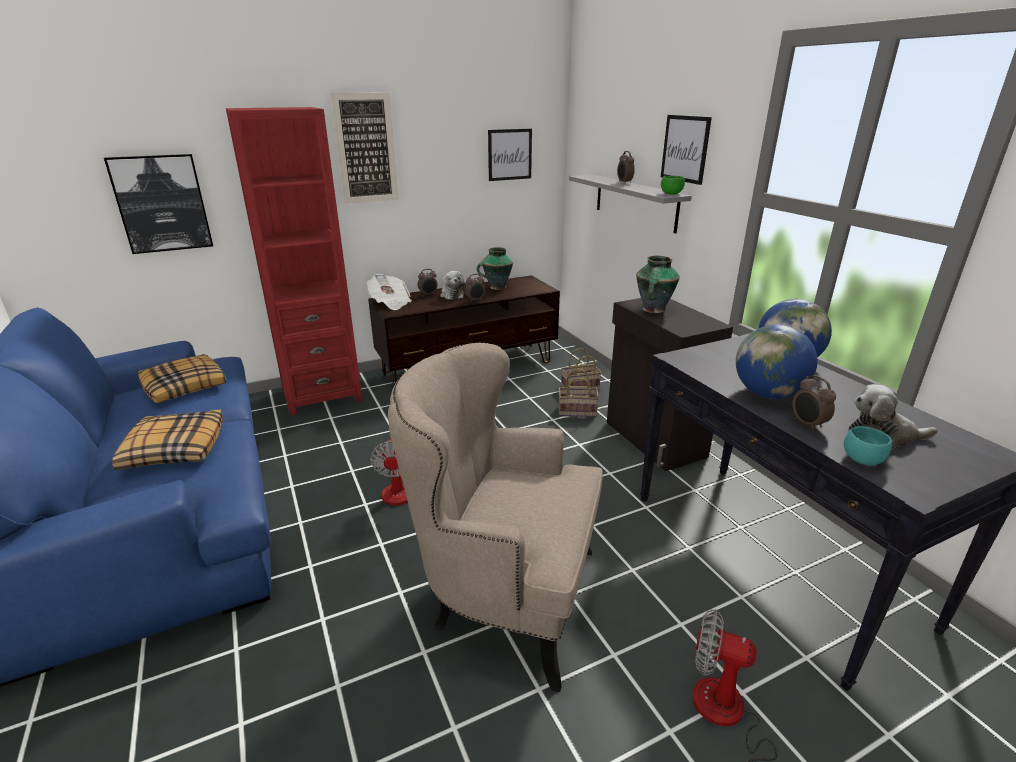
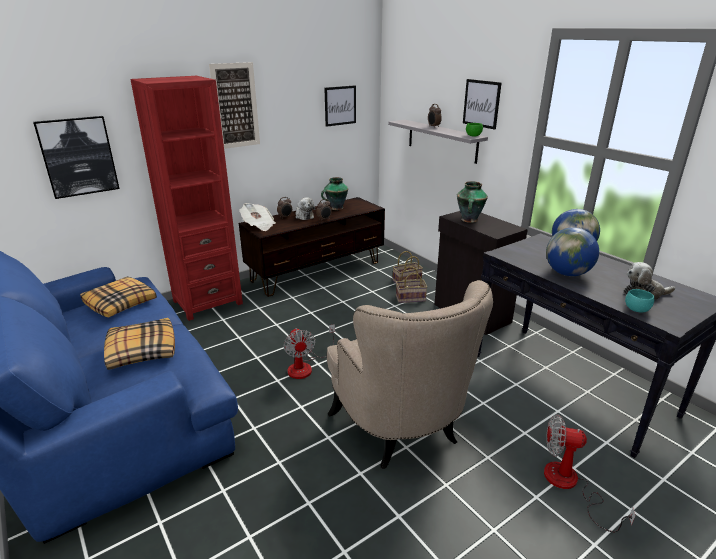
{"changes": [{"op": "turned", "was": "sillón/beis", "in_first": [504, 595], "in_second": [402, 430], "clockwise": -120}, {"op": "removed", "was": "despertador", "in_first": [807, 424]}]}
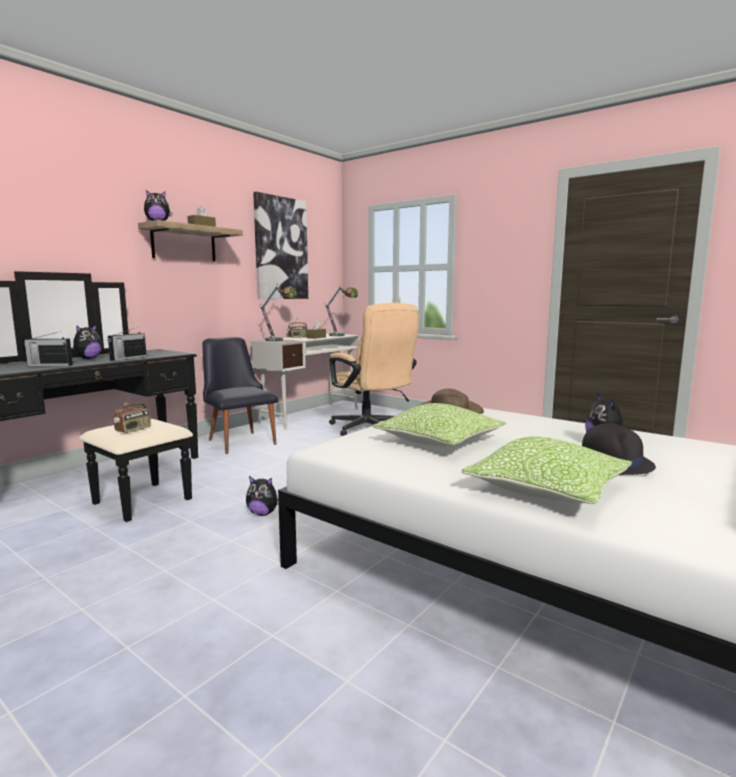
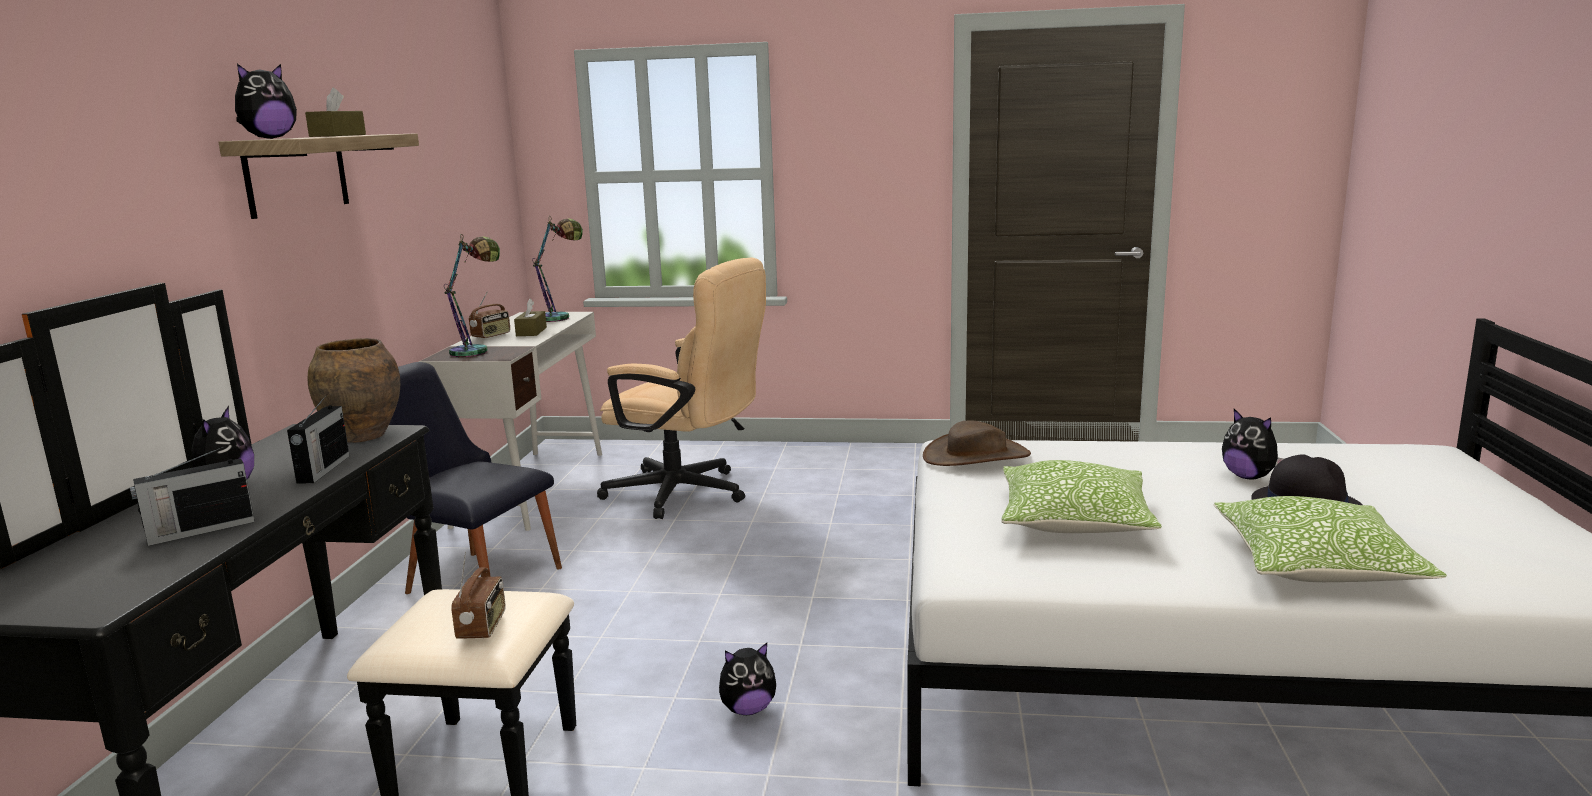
{"changes": [{"op": "added", "now": "florero/marrón", "in_second": [362, 436]}, {"op": "removed", "was": "cuadro", "in_first": [281, 248]}]}
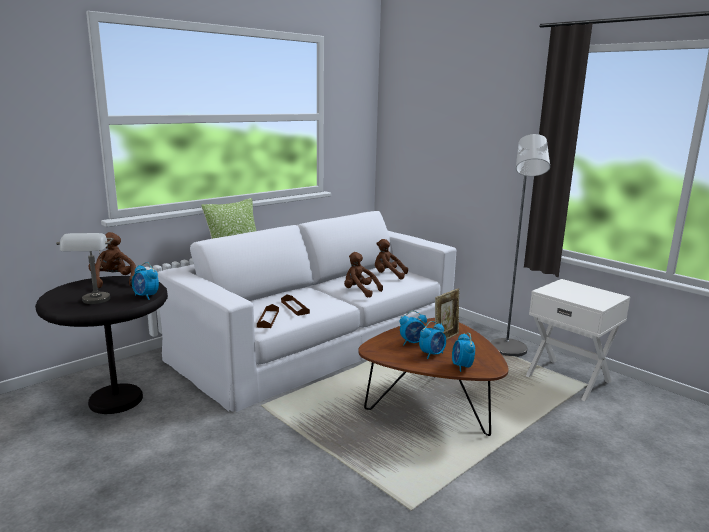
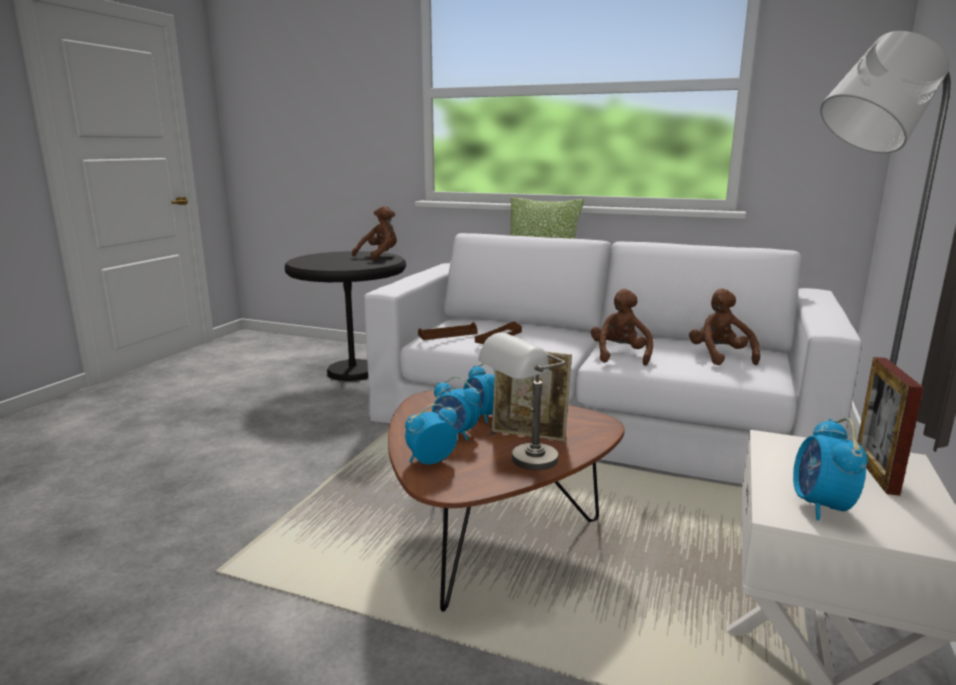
{"changes": [{"op": "moved", "was": "lámpara de mesa/gris", "in_first": [94, 302], "in_second": [522, 464]}, {"op": "moved", "was": "despertador", "in_first": [146, 296], "in_second": [821, 506]}, {"op": "added", "now": "portarretratos", "in_second": [876, 473]}]}
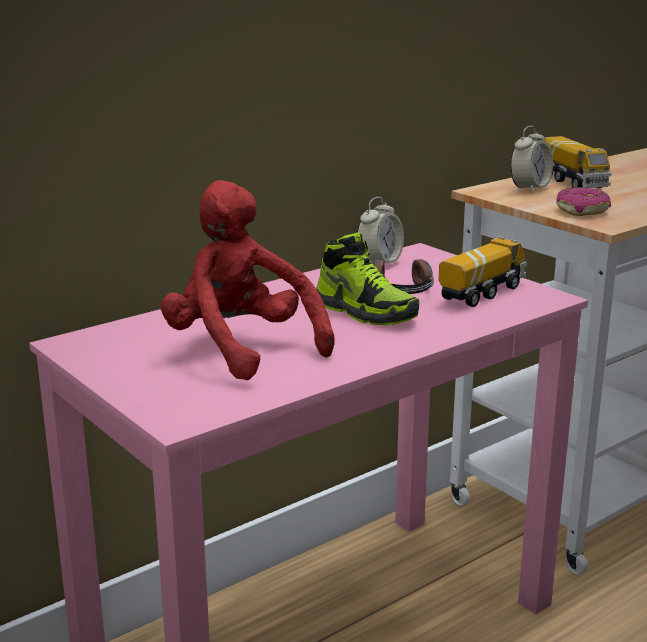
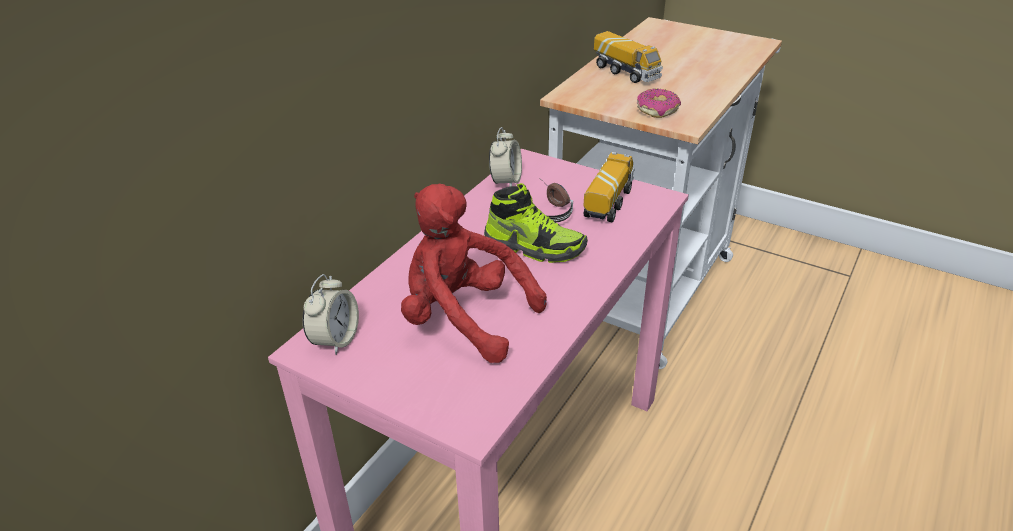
{"changes": [{"op": "moved", "was": "despertador", "in_first": [529, 188], "in_second": [335, 340]}]}
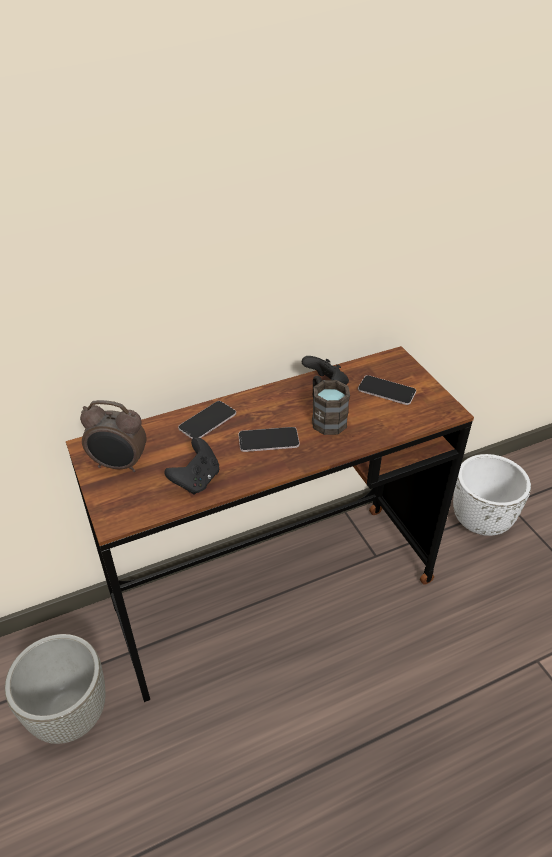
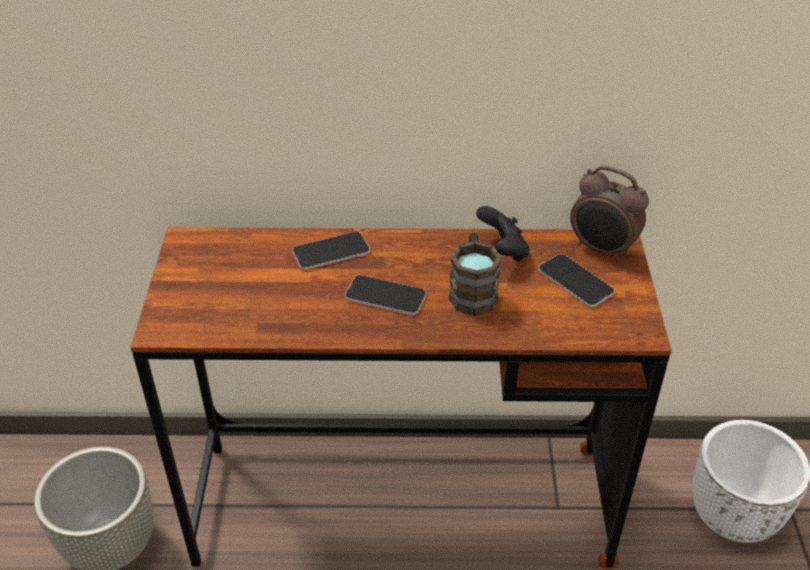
{"changes": [{"op": "moved", "was": "despertador", "in_first": [119, 465], "in_second": [601, 250]}, {"op": "removed", "was": "mando de consola/negro", "in_first": [196, 480]}]}
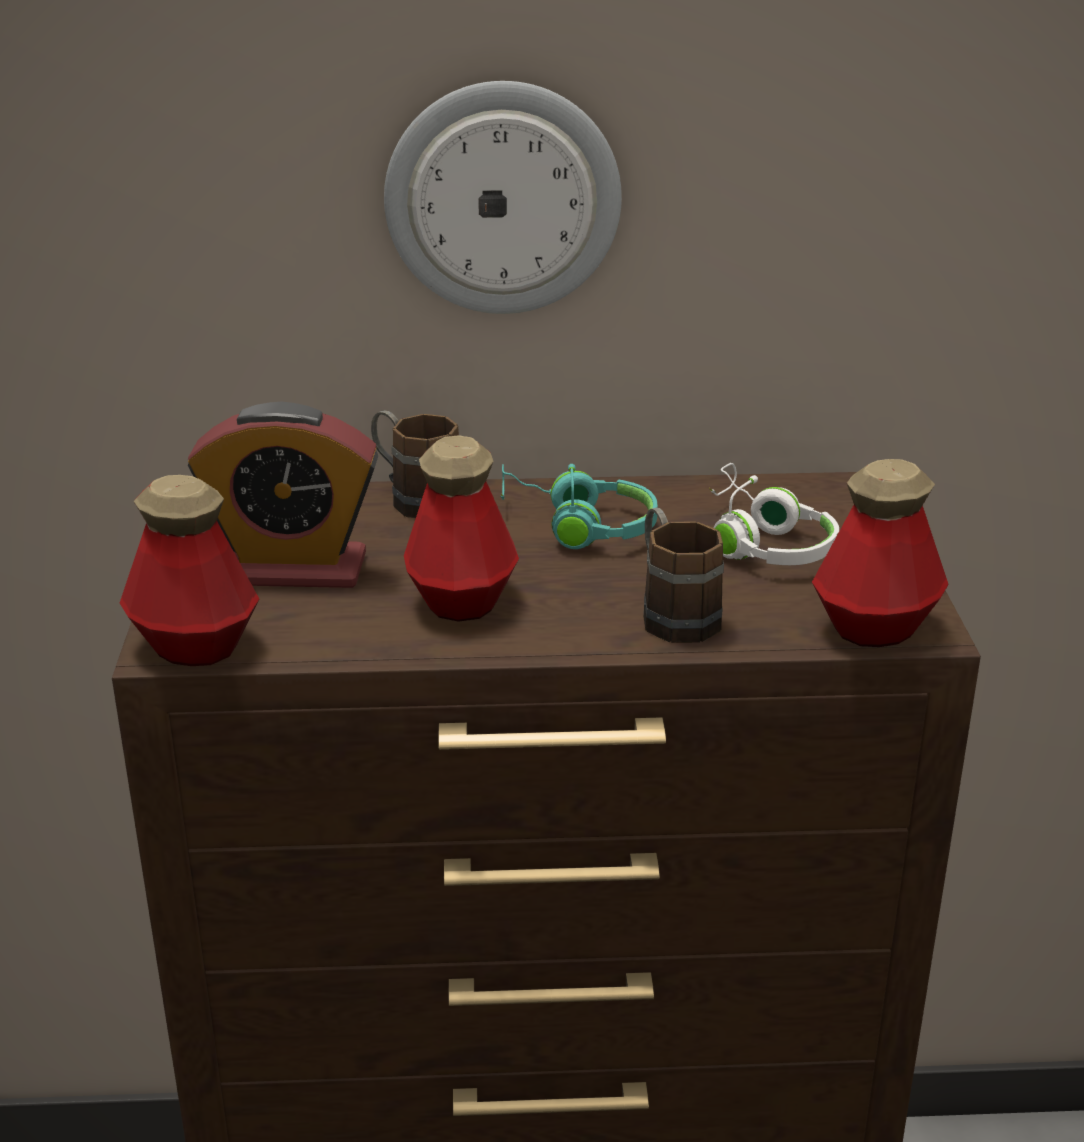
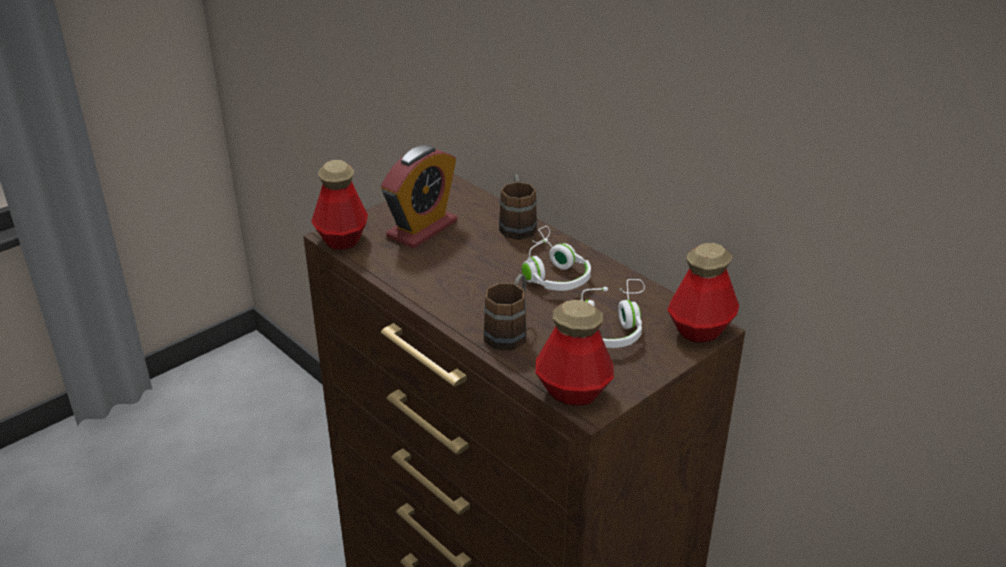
{"changes": [{"op": "turned", "was": "despertador", "in_first": [293, 569], "in_second": [422, 229], "clockwise": -105}, {"op": "recoloured", "was": "auriculares/turquesa", "now": "auriculares/blanco", "in_first": [578, 526], "in_second": [552, 273]}, {"op": "moved", "was": "botella", "in_first": [462, 601], "in_second": [700, 330]}, {"op": "removed", "was": "reloj de pared", "in_first": [502, 199]}]}
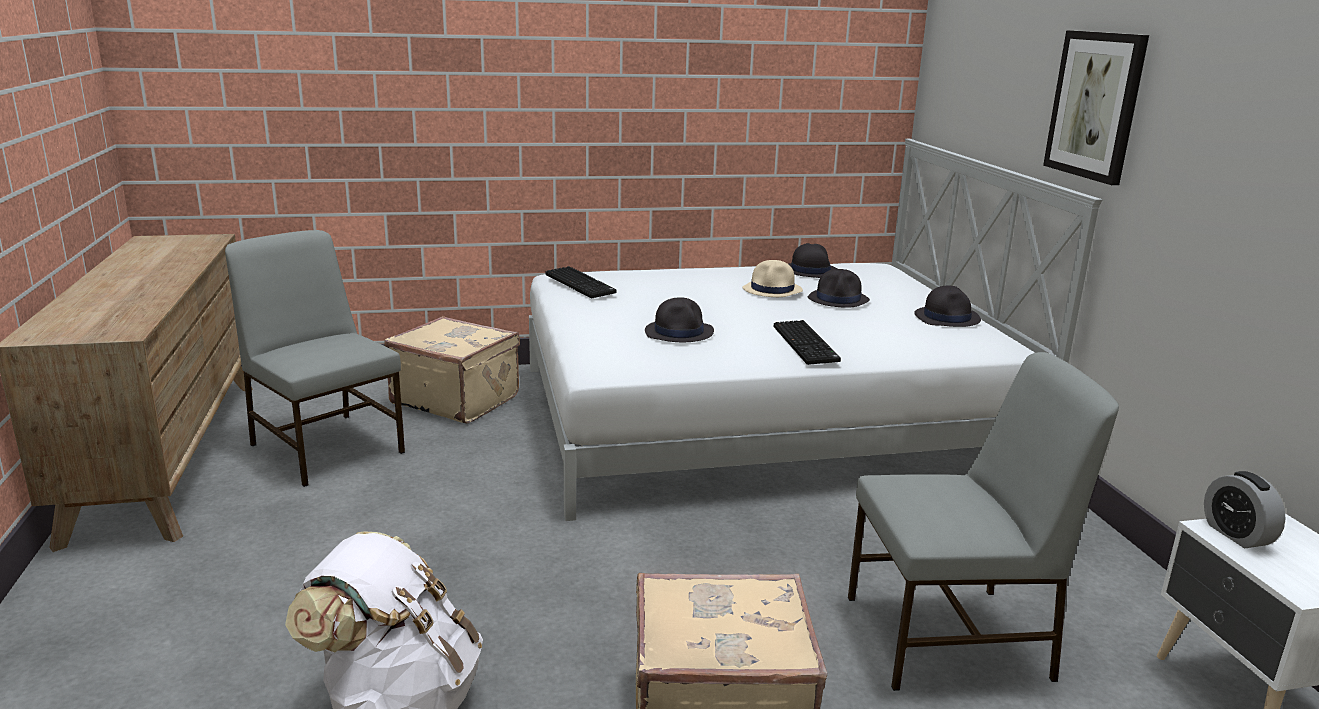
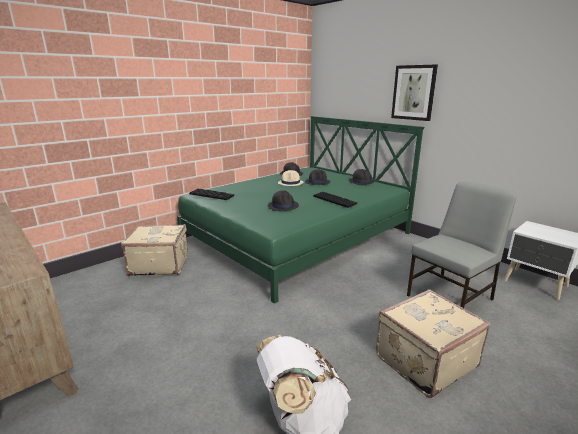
{"changes": [{"op": "recoloured", "was": "cama/blanco", "now": "cama/verde", "in_first": [758, 417], "in_second": [297, 237]}, {"op": "removed", "was": "silla/gris", "in_first": [327, 447]}, {"op": "removed", "was": "despertador", "in_first": [1236, 535]}]}
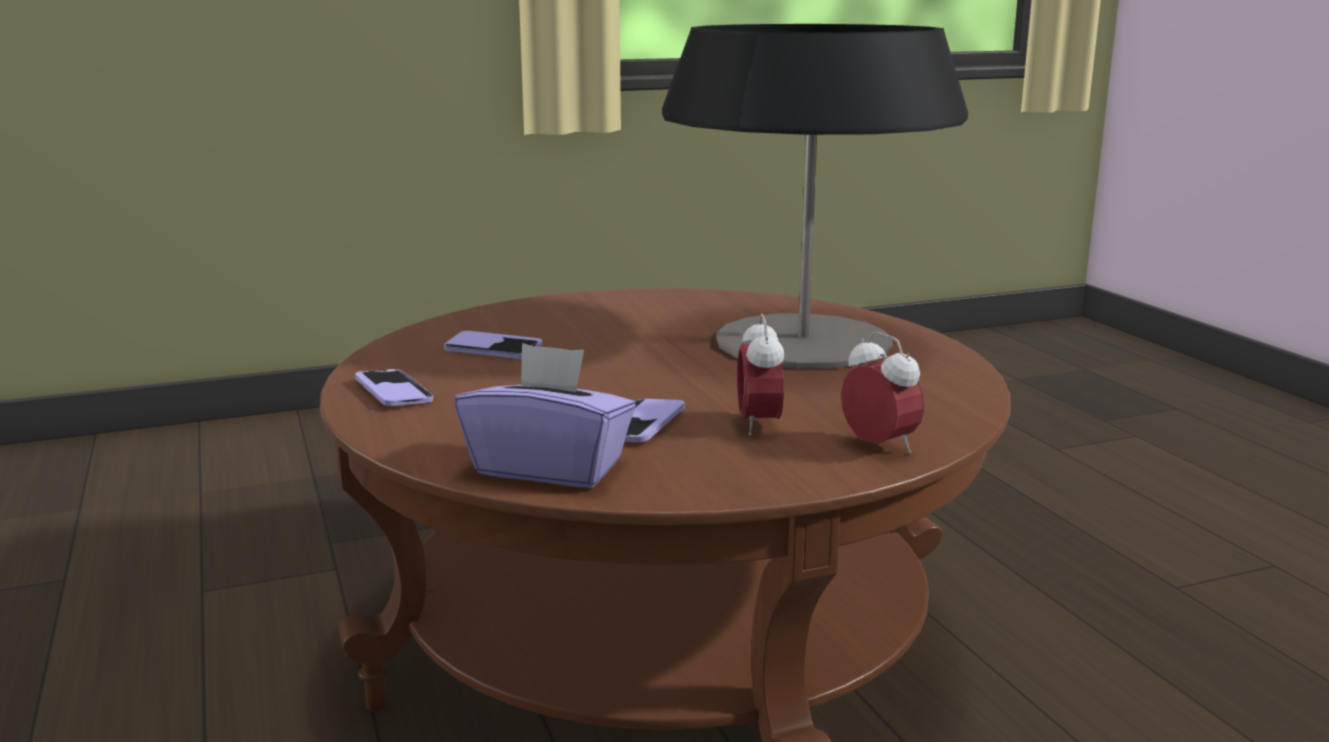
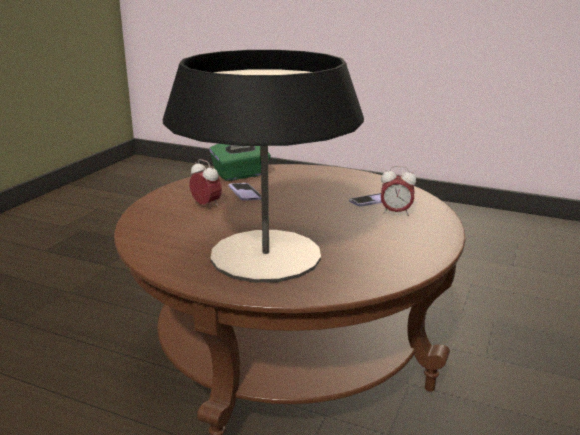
{"changes": [{"op": "recoloured", "was": "caja de pañuelos/morado", "now": "caja de pañuelos/verde", "in_first": [549, 468], "in_second": [241, 175]}, {"op": "moved", "was": "despertador", "in_first": [879, 447], "in_second": [395, 213]}, {"op": "removed", "was": "móvil", "in_first": [393, 391]}]}
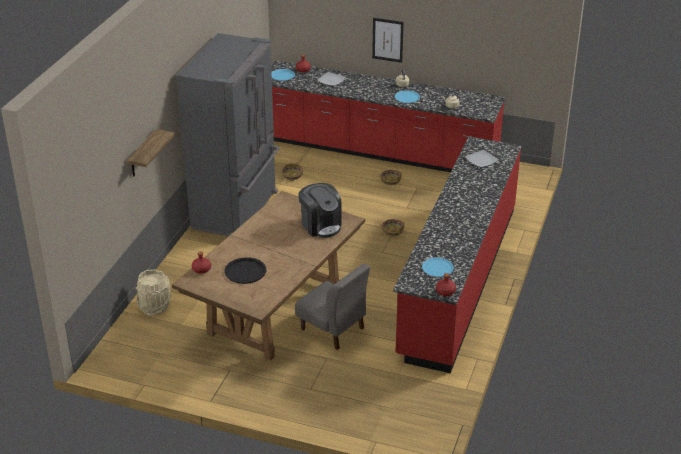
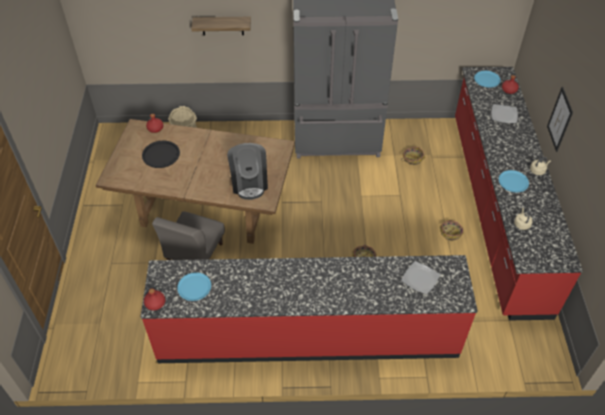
{"changes": [{"op": "turned", "was": "cafetera", "in_first": [320, 225], "in_second": [249, 183], "clockwise": -45}]}
